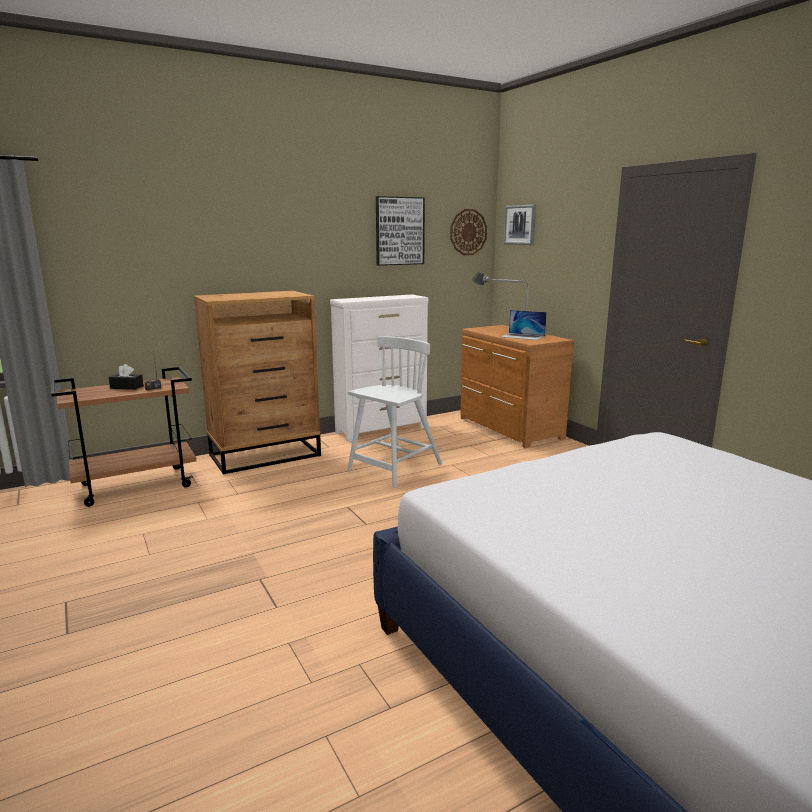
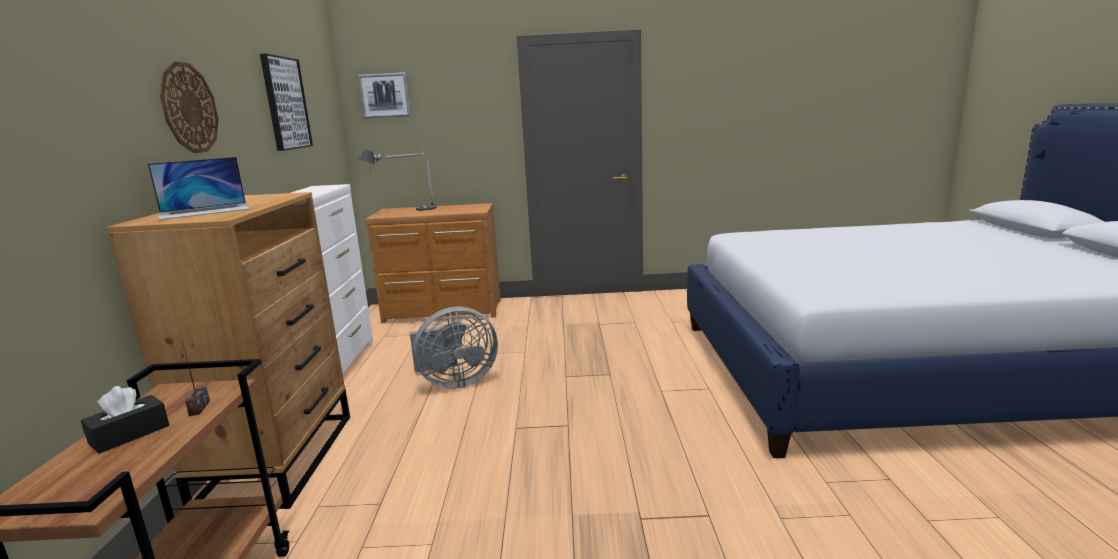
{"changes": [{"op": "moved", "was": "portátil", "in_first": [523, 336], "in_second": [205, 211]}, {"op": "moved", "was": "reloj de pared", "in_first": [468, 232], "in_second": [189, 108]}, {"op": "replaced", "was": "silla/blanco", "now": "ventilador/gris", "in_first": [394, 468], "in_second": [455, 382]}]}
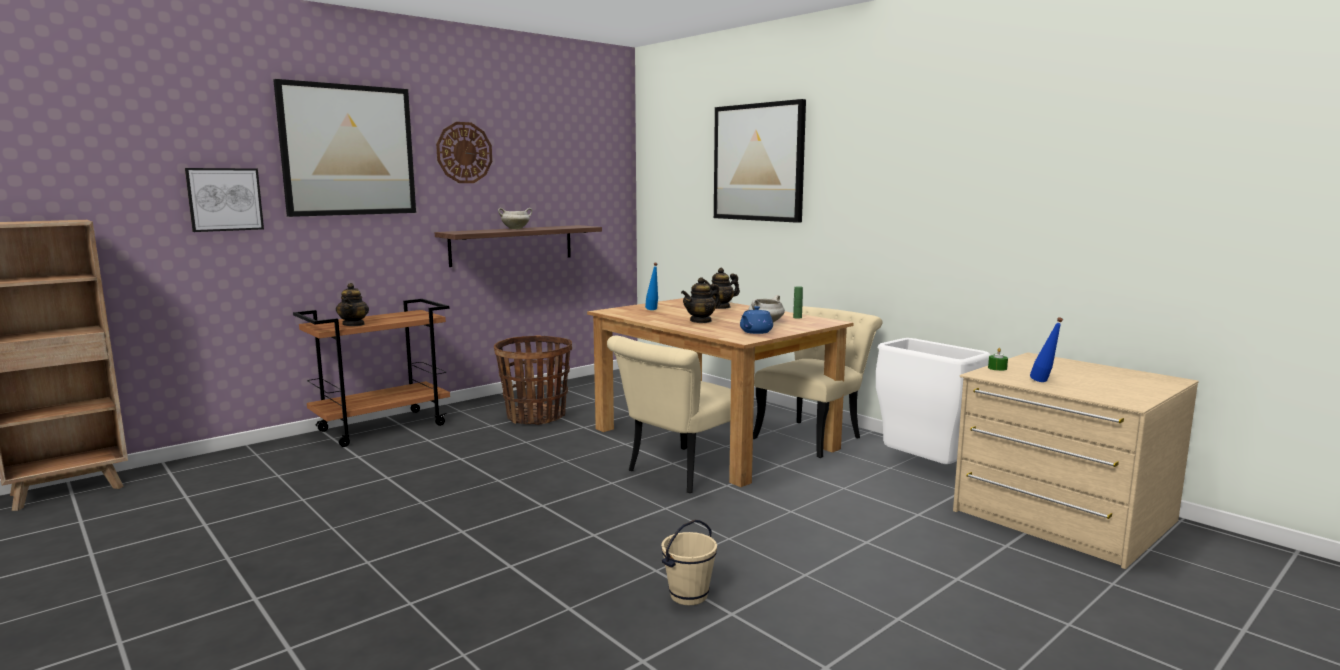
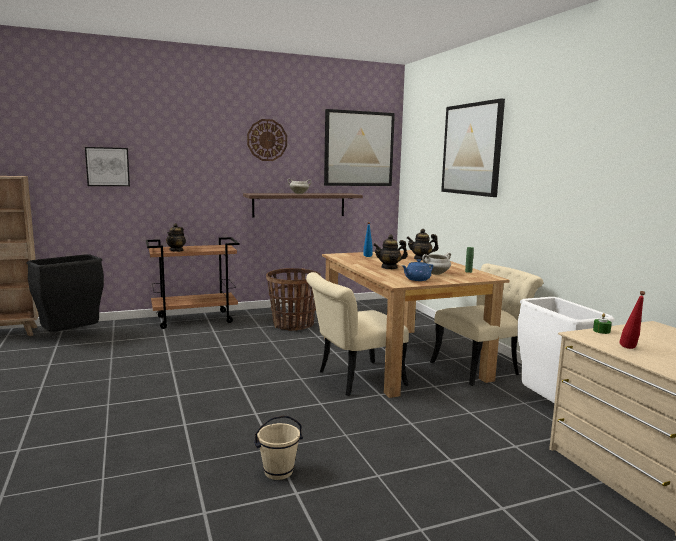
{"changes": [{"op": "added", "now": "papelera/negro", "in_second": [71, 336]}, {"op": "moved", "was": "cuadro", "in_first": [348, 150], "in_second": [358, 149]}, {"op": "recoloured", "was": "botella/azul", "now": "botella/rojo", "in_first": [1044, 382], "in_second": [630, 349]}]}
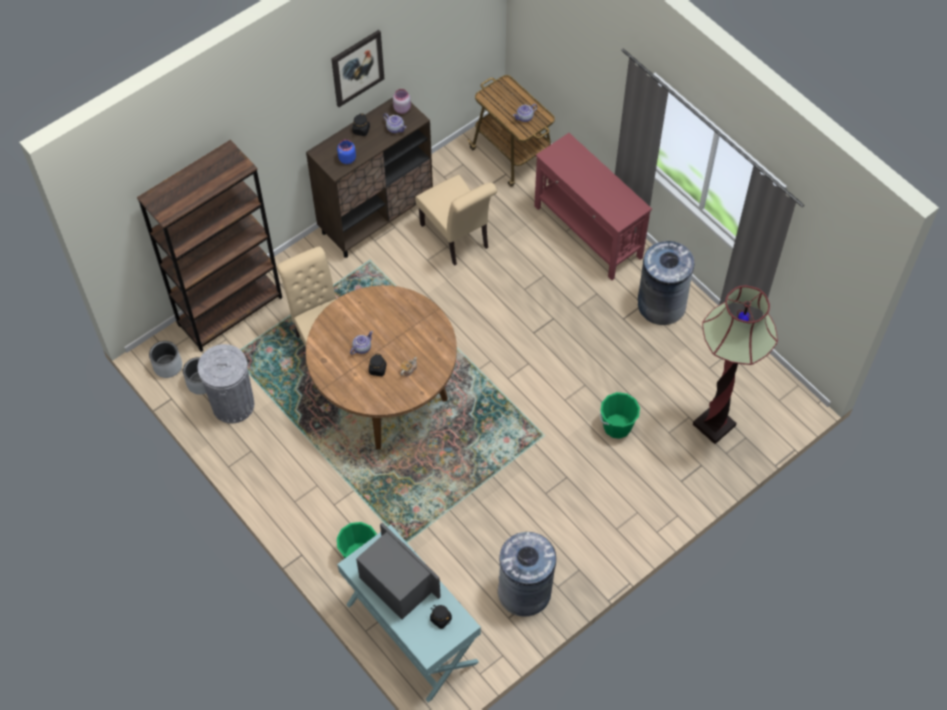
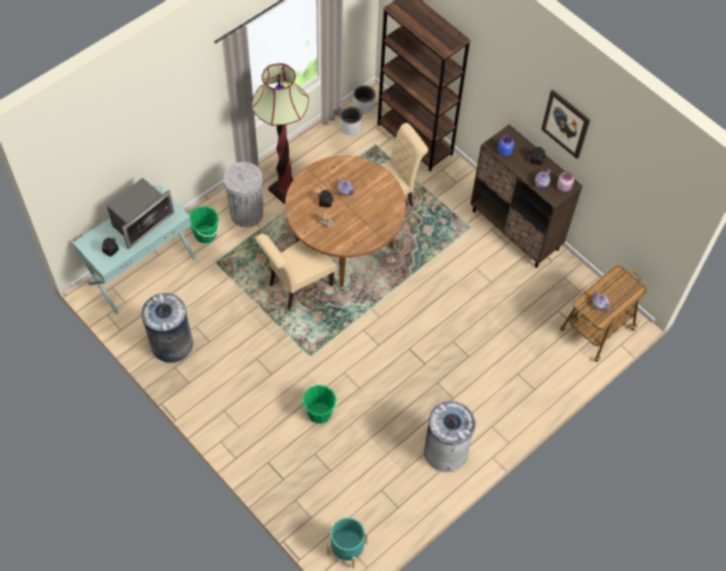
{"changes": [{"op": "moved", "was": "papelera/gris", "in_first": [233, 405], "in_second": [246, 213]}, {"op": "moved", "was": "lámpara de pie", "in_first": [714, 425], "in_second": [285, 190]}, {"op": "moved", "was": "silla/beis", "in_first": [457, 239], "in_second": [297, 286]}, {"op": "added", "now": "maceta/turquesa", "in_second": [347, 548]}, {"op": "removed", "was": "mesa consola/rojo", "in_first": [588, 232]}]}
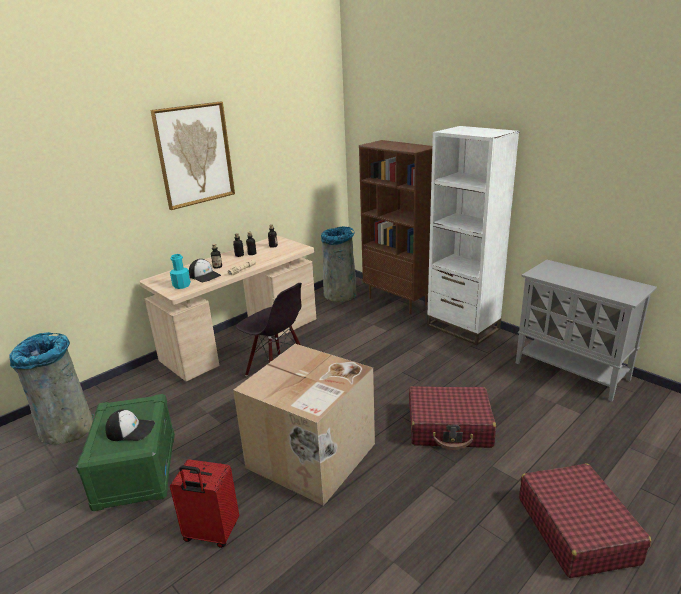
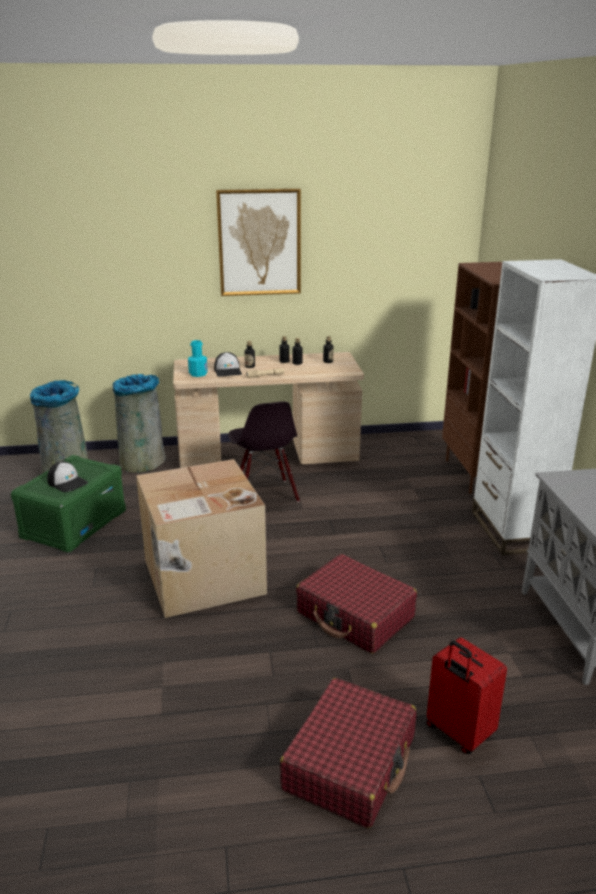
{"changes": [{"op": "moved", "was": "papelera/gris", "in_first": [340, 294], "in_second": [143, 462]}, {"op": "moved", "was": "maleta/rojo", "in_first": [211, 534], "in_second": [458, 732]}]}
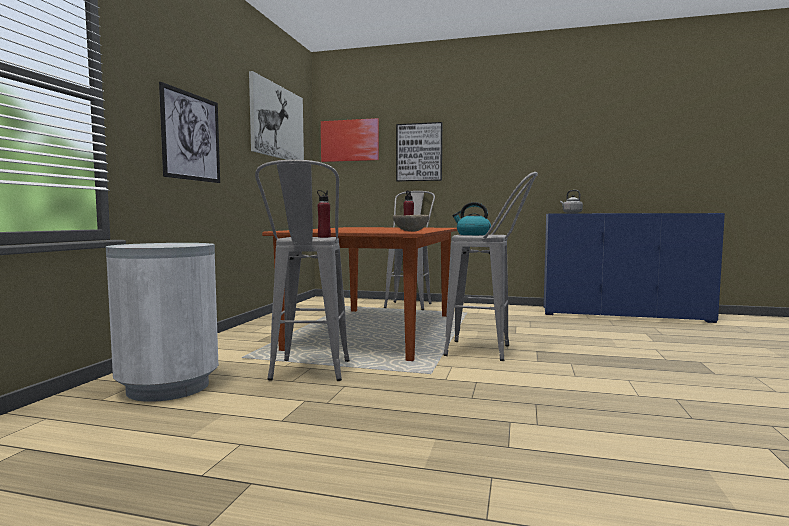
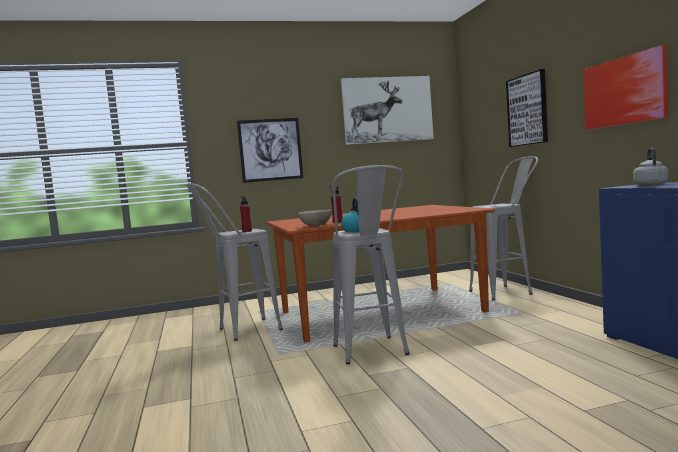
{"changes": [{"op": "moved", "was": "cuadro", "in_first": [350, 140], "in_second": [624, 91]}, {"op": "removed", "was": "papelera/blanco", "in_first": [168, 387]}]}
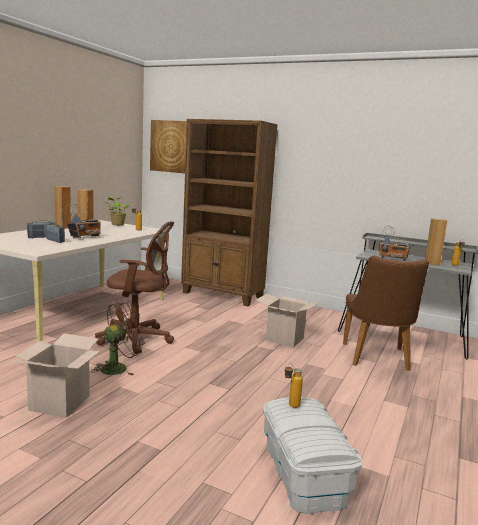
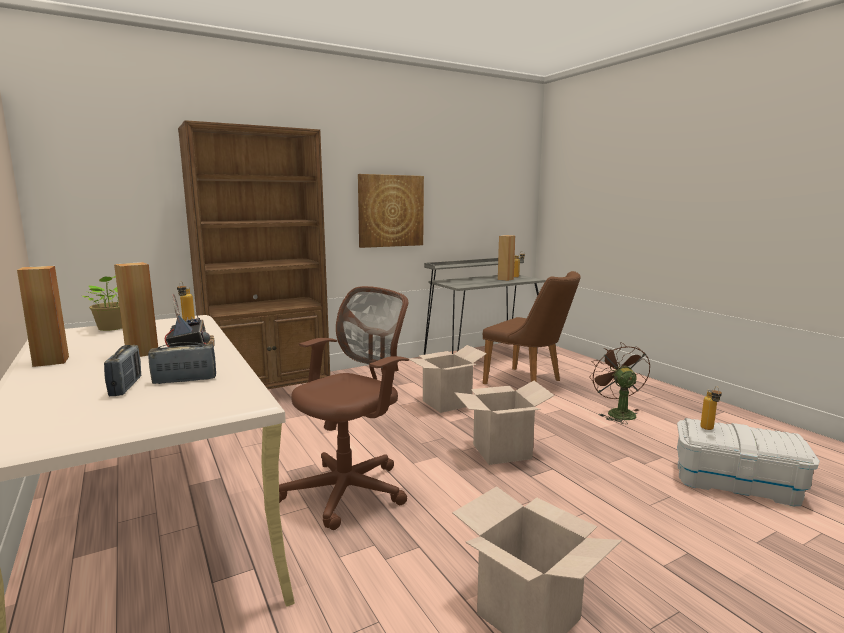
{"changes": [{"op": "moved", "was": "cuadro", "in_first": [172, 146], "in_second": [390, 211]}, {"op": "added", "now": "caja de cartón", "in_second": [501, 451]}, {"op": "moved", "was": "ventilador/marrón", "in_first": [118, 367], "in_second": [617, 412]}, {"op": "removed", "was": "radio", "in_first": [393, 259]}]}
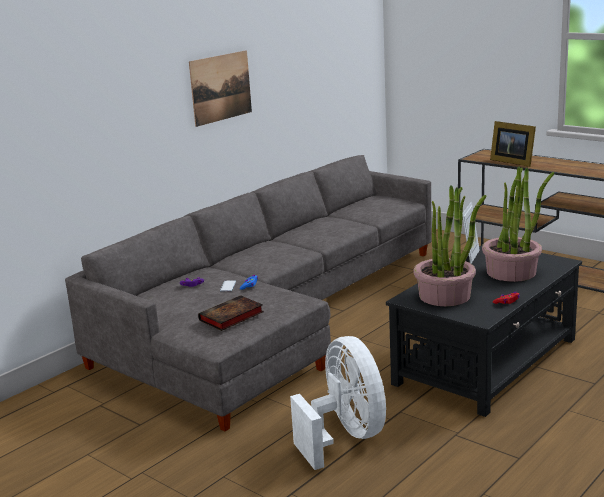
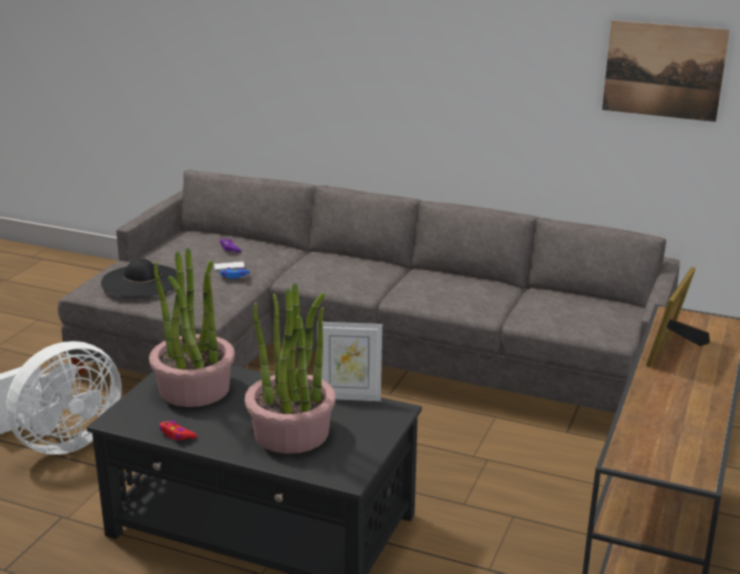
{"changes": [{"op": "replaced", "was": "libro", "now": "sombrero/negro", "in_first": [230, 317], "in_second": [141, 281]}, {"op": "moved", "was": "cuadro", "in_first": [221, 87], "in_second": [663, 70]}]}
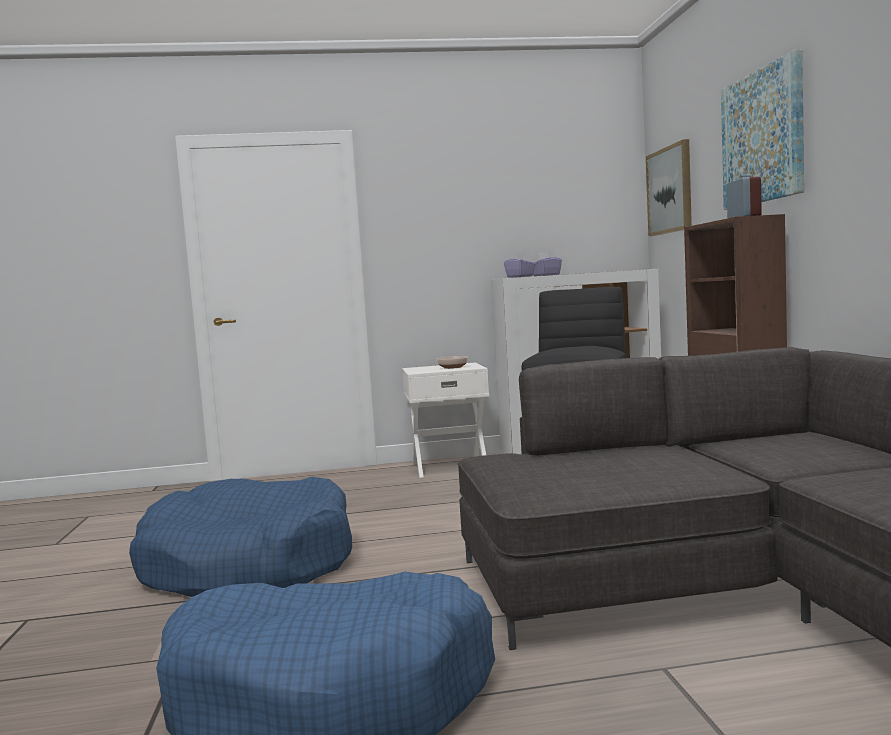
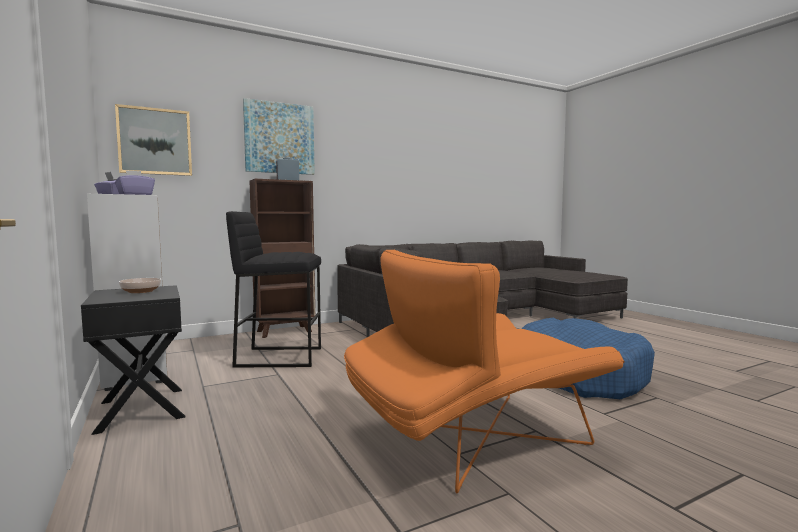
{"changes": [{"op": "recoloured", "was": "mesita de noche/blanco", "now": "mesita de noche/negro", "in_first": [449, 466], "in_second": [140, 410]}, {"op": "replaced", "was": "cama para perro/azul", "now": "sillón/naranja", "in_first": [248, 564], "in_second": [470, 437]}]}
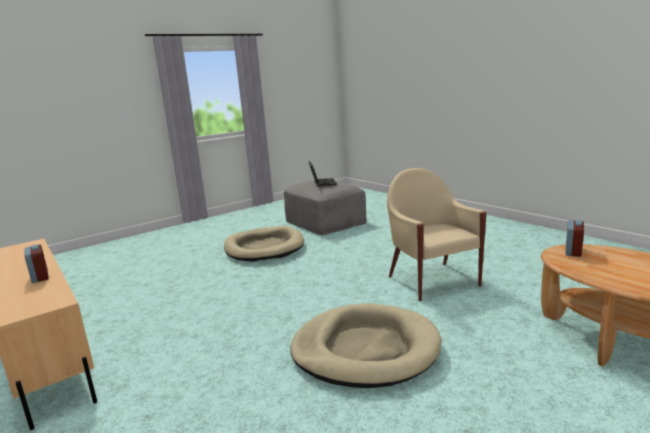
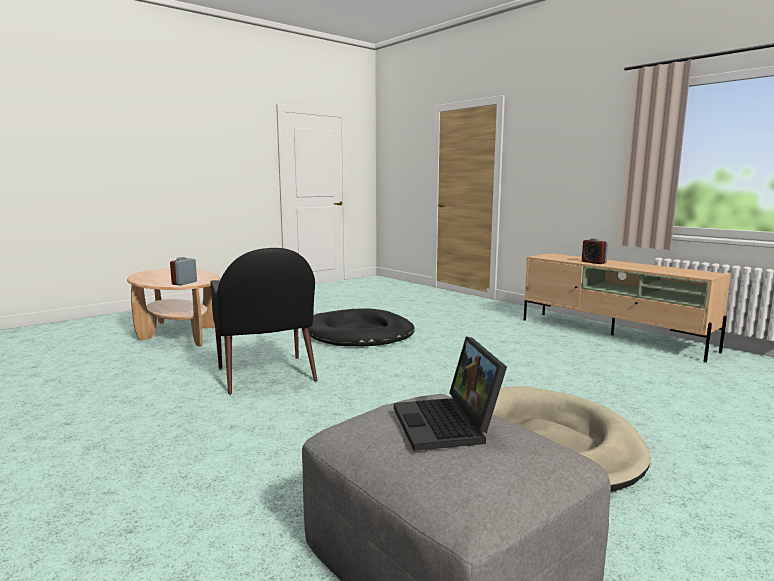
{"changes": [{"op": "recoloured", "was": "sillón/beis", "now": "sillón/negro", "in_first": [432, 280], "in_second": [266, 375]}, {"op": "recoloured", "was": "cama para perro/beis", "now": "cama para perro/negro", "in_first": [365, 350], "in_second": [359, 334]}]}
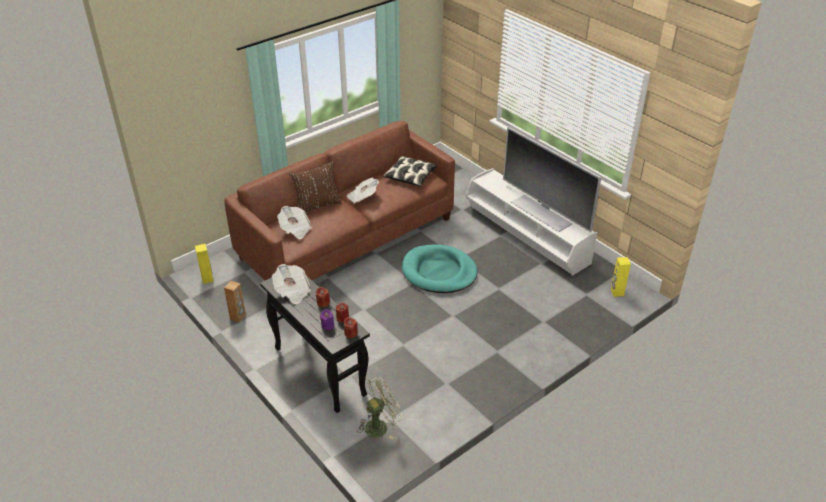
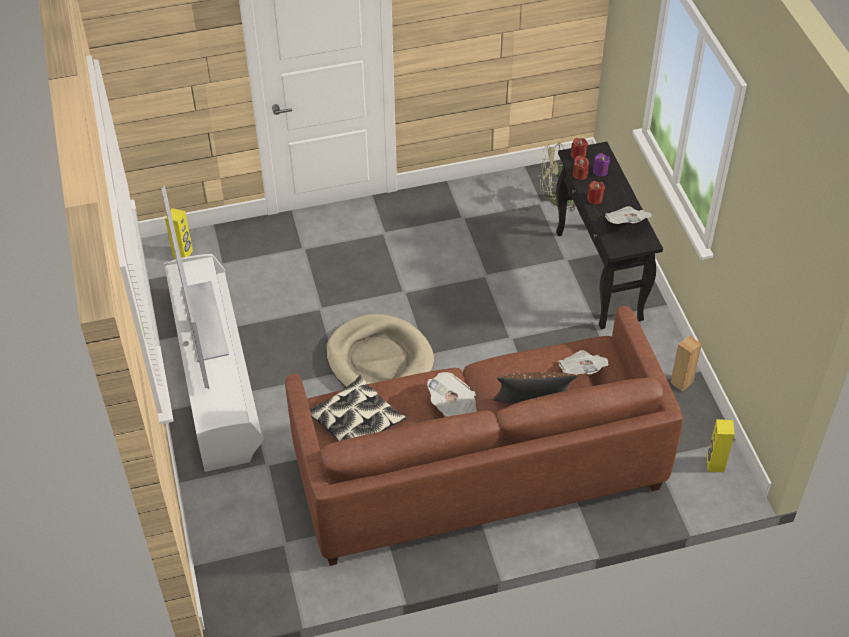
{"changes": [{"op": "recoloured", "was": "cama para perro/turquesa", "now": "cama para perro/beis", "in_first": [439, 272], "in_second": [379, 360]}]}
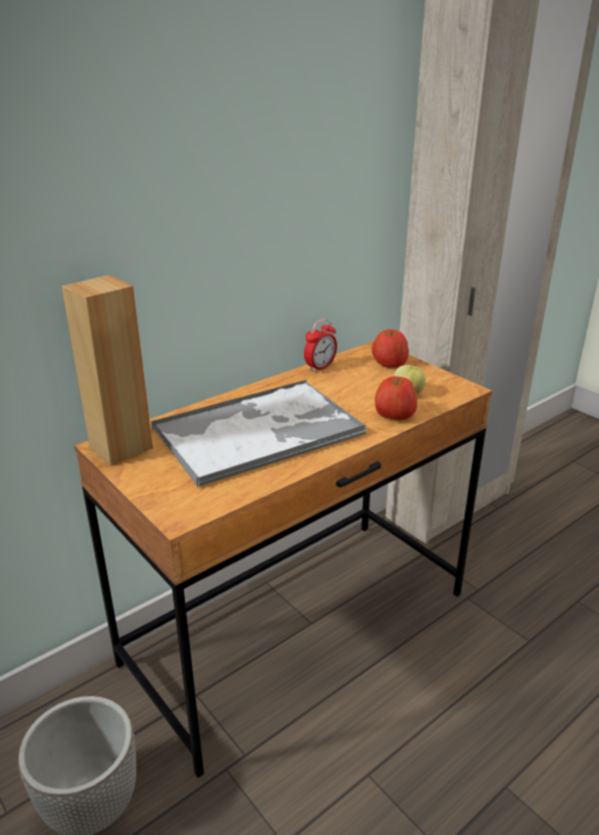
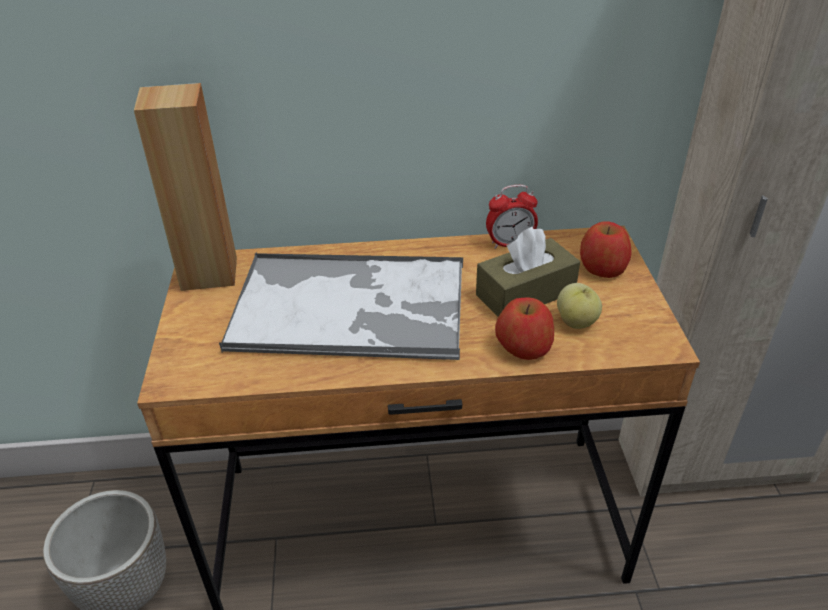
{"changes": [{"op": "added", "now": "caja de pañuelos/marrón", "in_second": [525, 293]}]}
